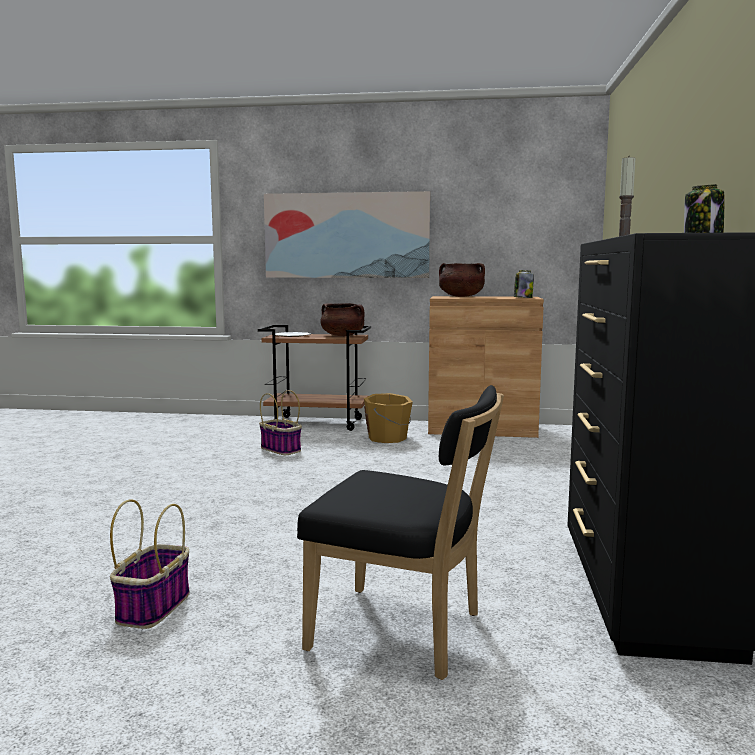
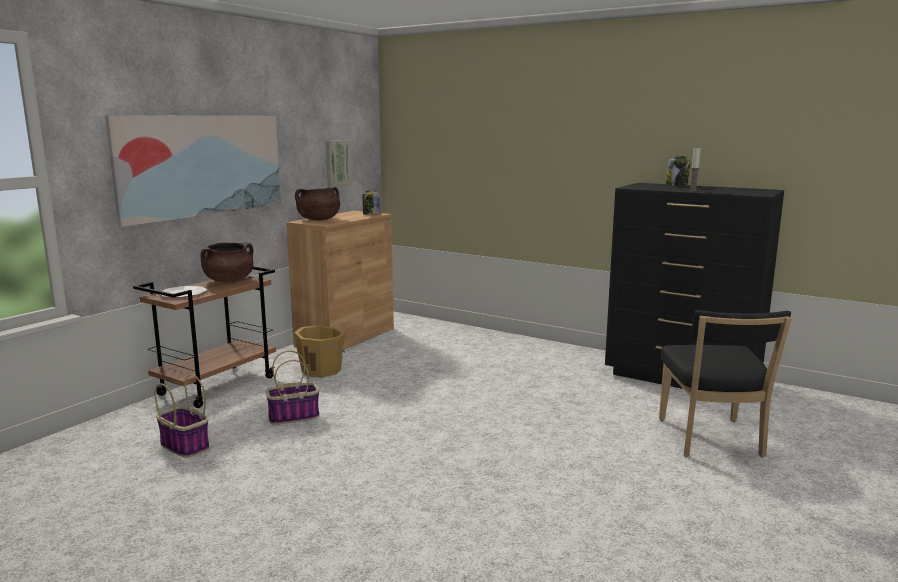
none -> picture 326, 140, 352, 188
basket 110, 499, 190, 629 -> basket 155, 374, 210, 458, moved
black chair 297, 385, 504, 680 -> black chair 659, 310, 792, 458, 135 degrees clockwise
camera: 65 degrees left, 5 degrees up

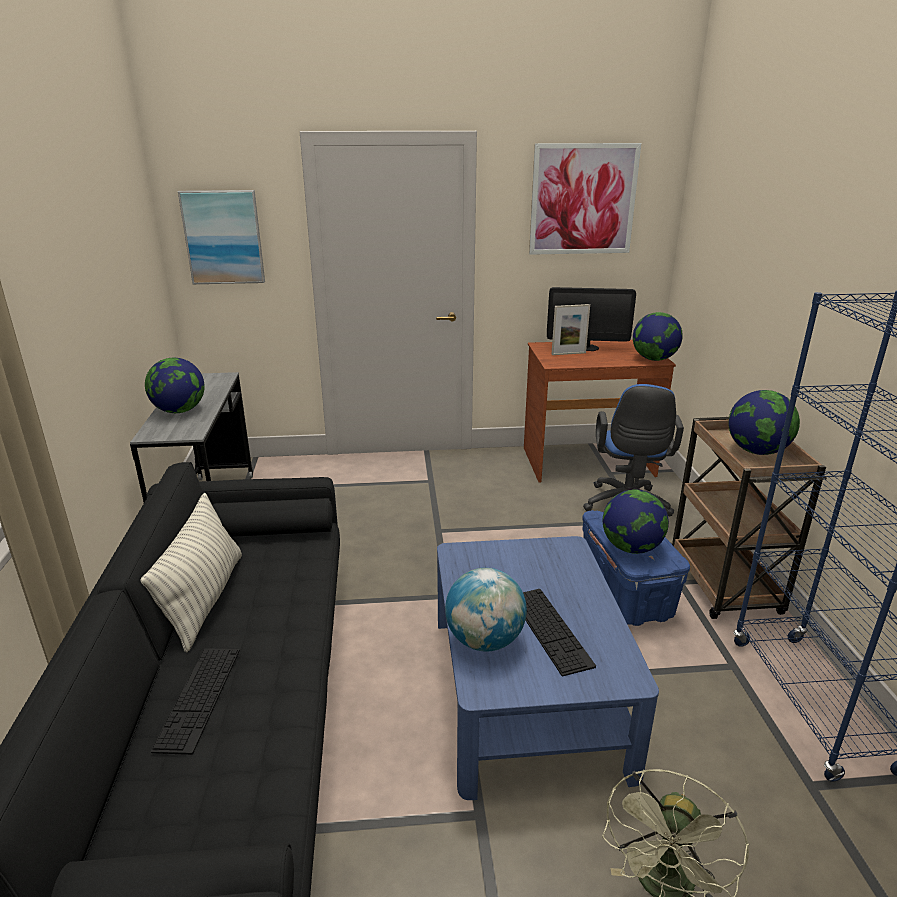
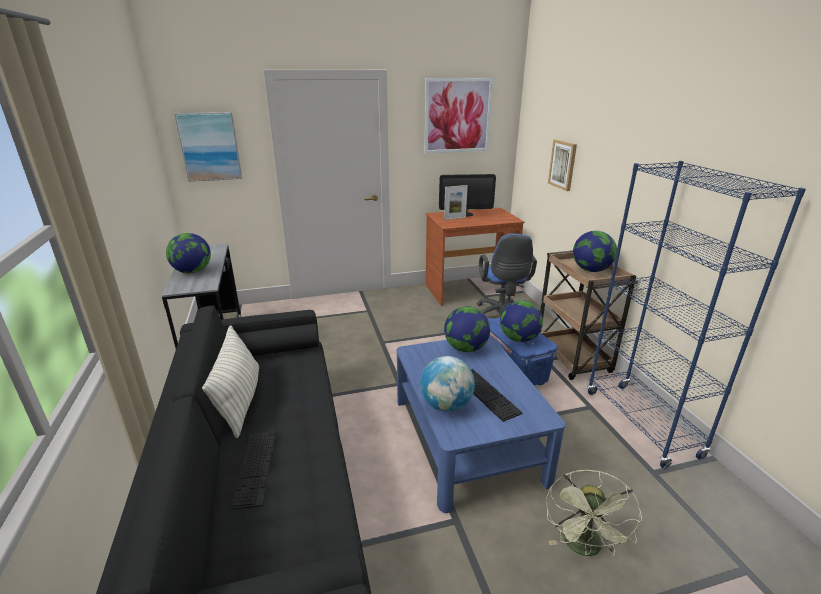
none -> picture 548, 139, 577, 191
globe 633, 312, 683, 361 -> globe 444, 306, 490, 352, moved
camera: 10 degrees left, 0 degrees up

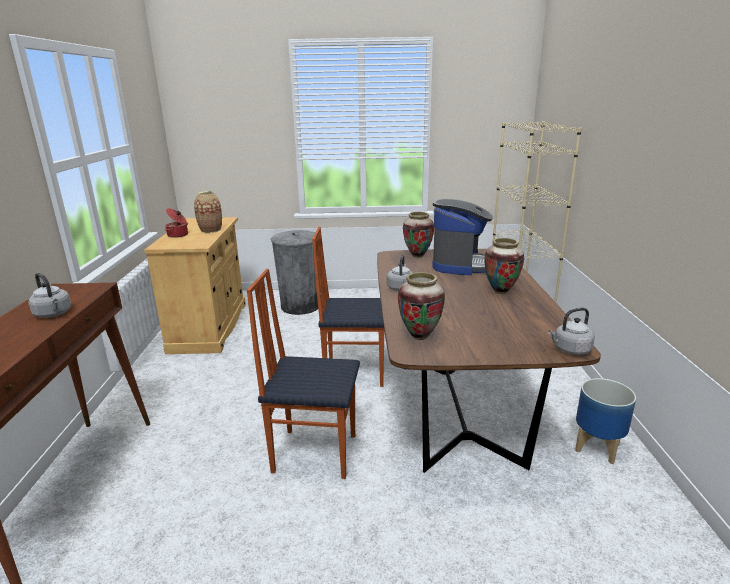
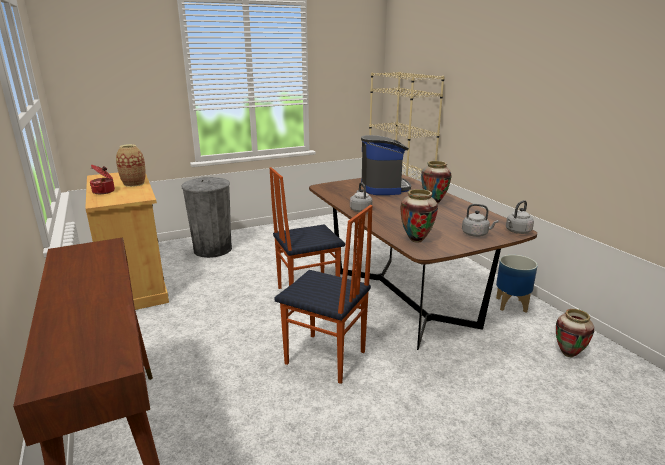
grey kettle 28, 273, 71, 318 -> grey kettle 462, 204, 498, 237, moved
vase 403, 212, 434, 258 -> vase 556, 309, 594, 357, moved
chair 247, 269, 360, 479 -> chair 274, 205, 372, 384, 135 degrees counterclockwise
camera: 25 degrees left, 0 degrees up

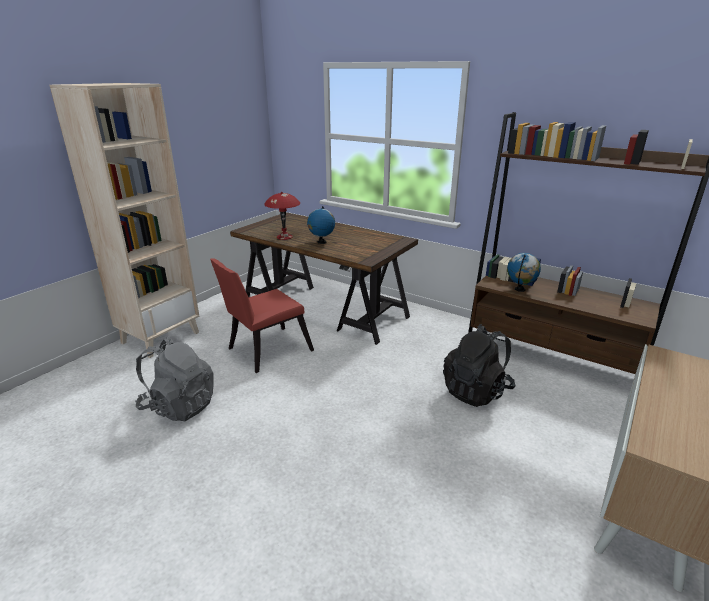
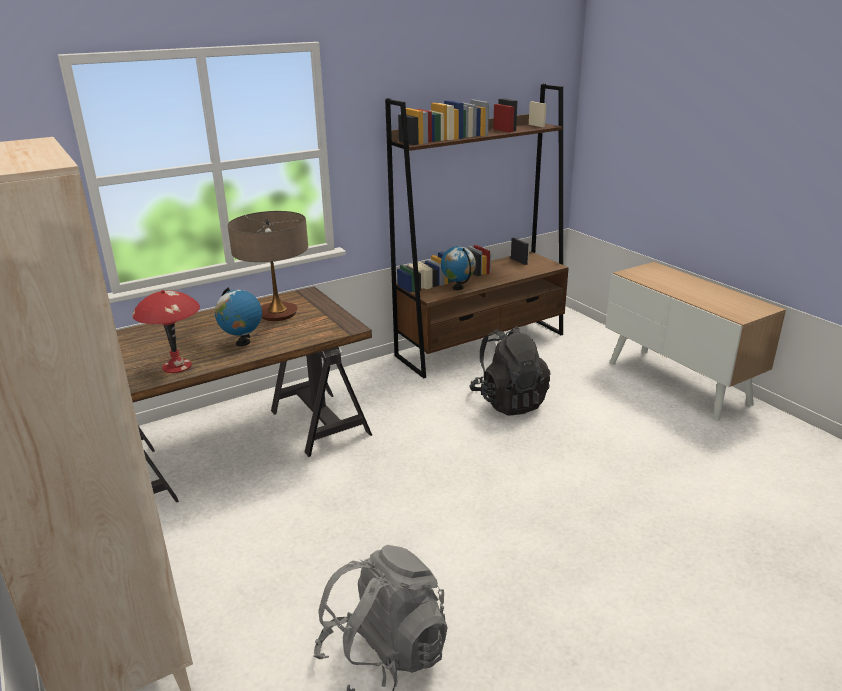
red chair 210, 258, 314, 373 -> none
none -> table lamp 228, 211, 308, 321
camera: 65 degrees left, 0 degrees up

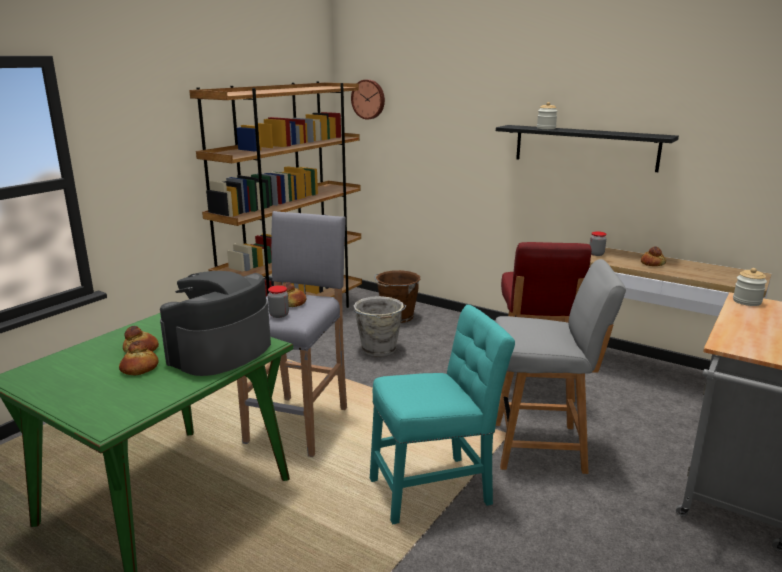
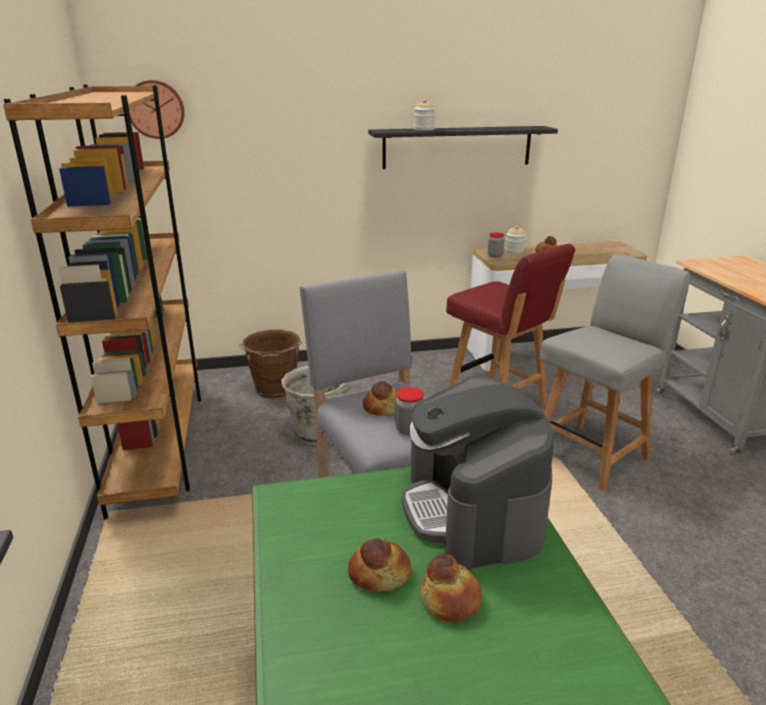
turquoise chair 370, 305, 515, 524 -> none
jar 733, 268, 767, 306 -> jar 505, 226, 526, 254, moved
camera: 45 degrees left, 5 degrees up

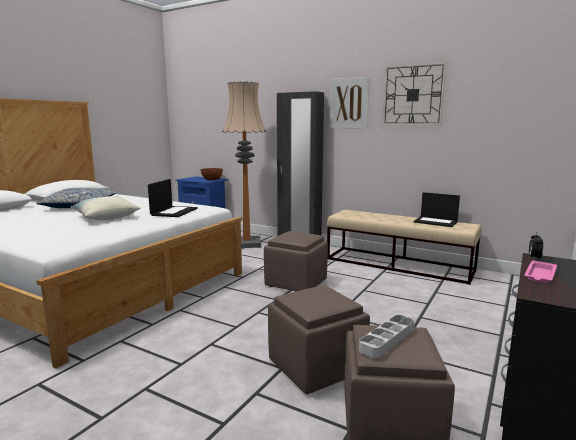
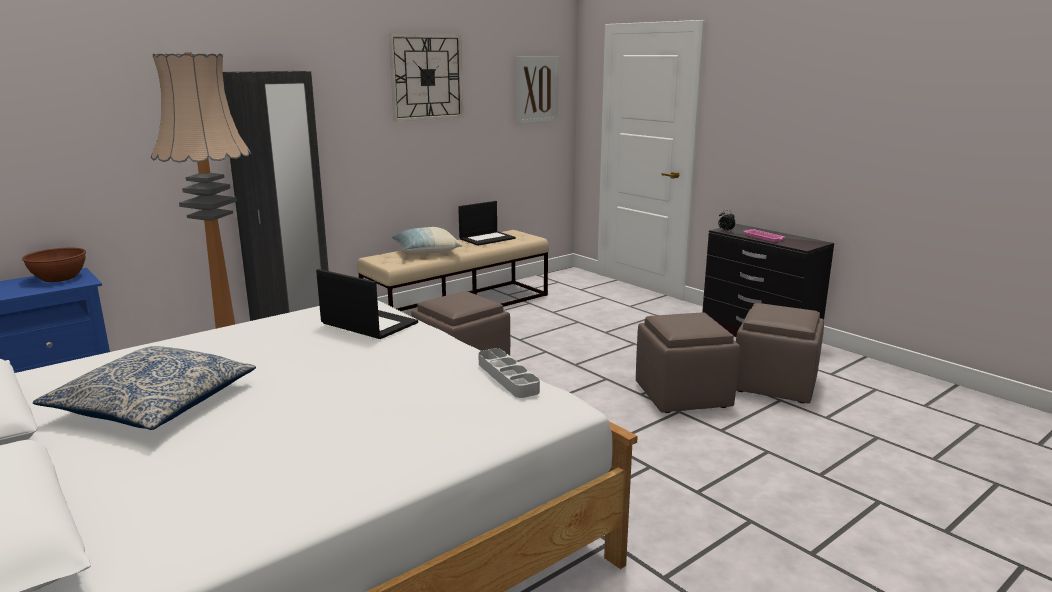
pillow 71, 196, 141, 220 -> pillow 391, 227, 463, 254, moved
picture 330, 77, 370, 129 -> picture 516, 56, 559, 124, moved
grey tray 359, 315, 414, 358 -> grey tray 478, 348, 540, 398, moved
camera: 70 degrees left, 5 degrees up

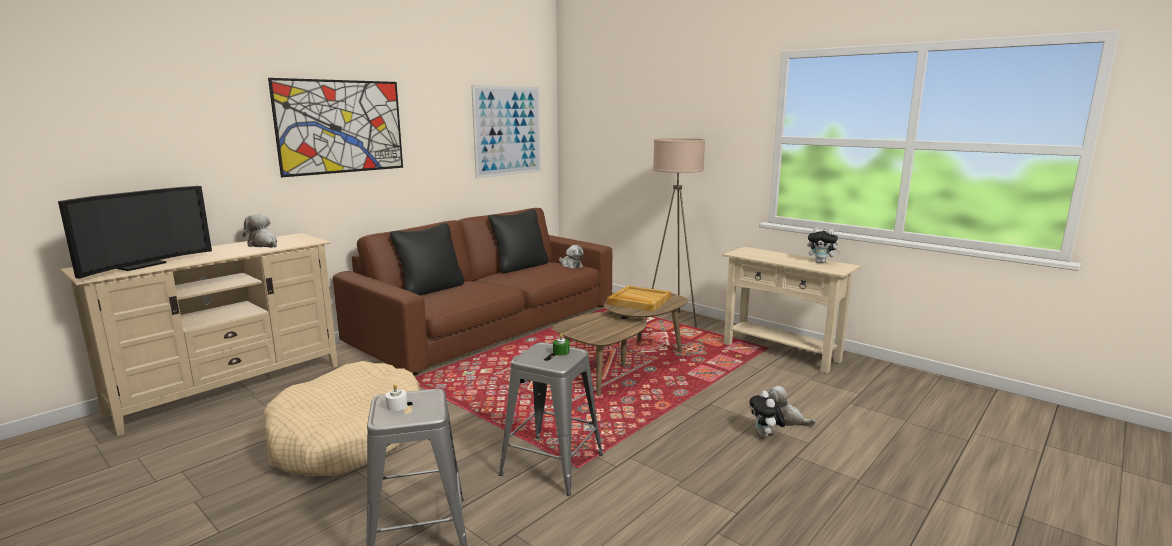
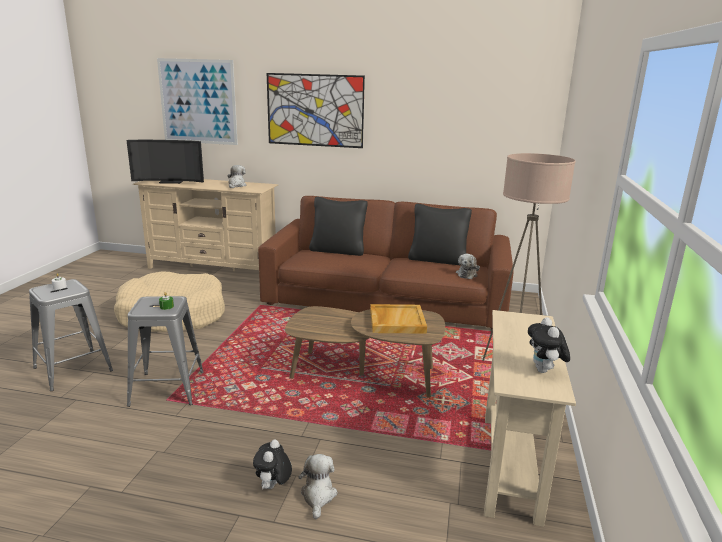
picture 471, 85, 541, 178 -> picture 157, 58, 238, 145, moved
plush toy 749, 391, 785, 437 -> plush toy 253, 439, 292, 489, 45 degrees counterclockwise
camera: 60 degrees right, 5 degrees up

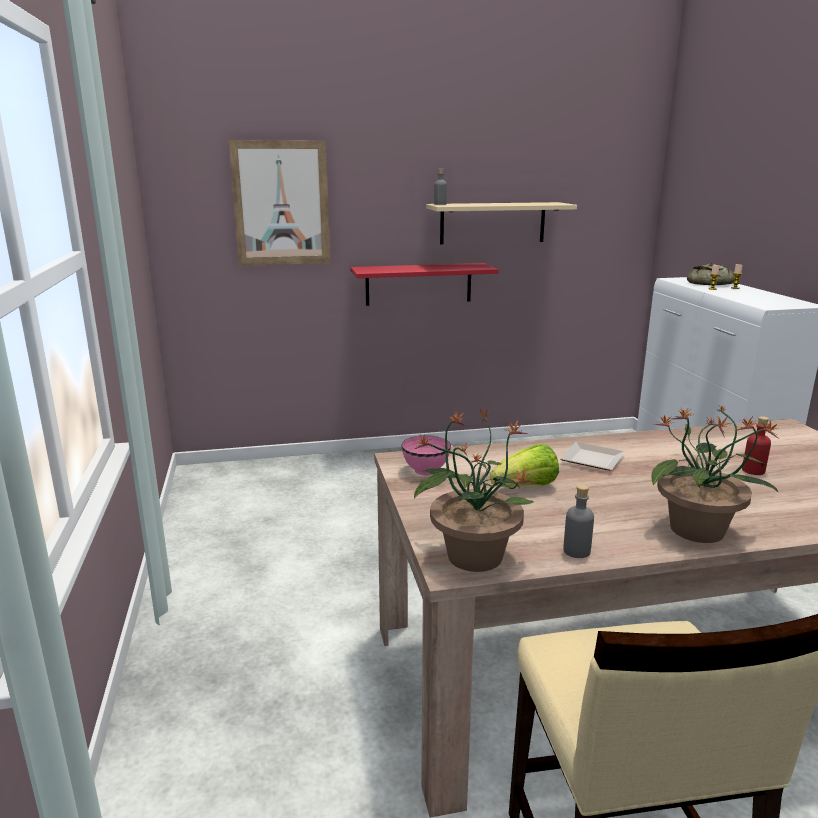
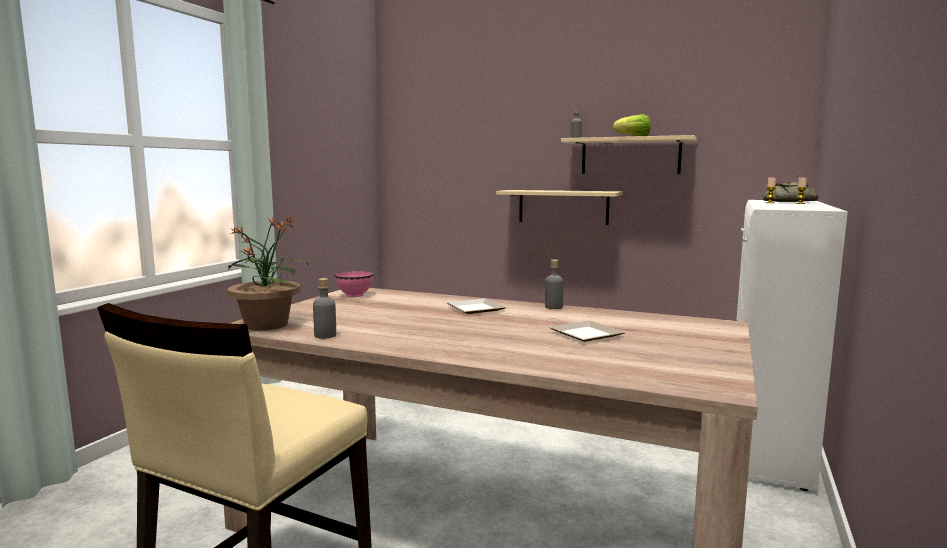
picture 229, 140, 330, 266 -> none
potted plant 651, 405, 779, 543 -> none
none -> grey bottle 545, 260, 563, 309
lettuce 490, 444, 559, 487 -> lettuce 613, 114, 651, 136, moved
red bottle 742, 416, 771, 475 -> plate 549, 321, 625, 342
red shelf 351, 263, 499, 306 -> beige shelf 496, 190, 623, 225
camera: 35 degrees right, 10 degrees down

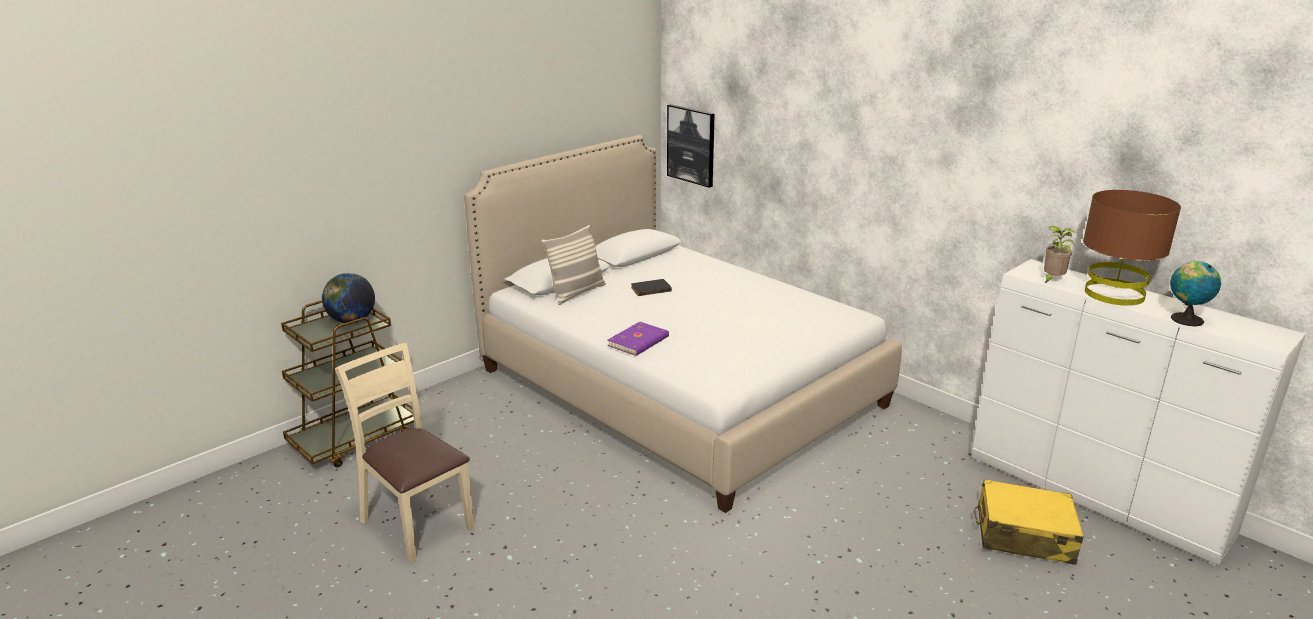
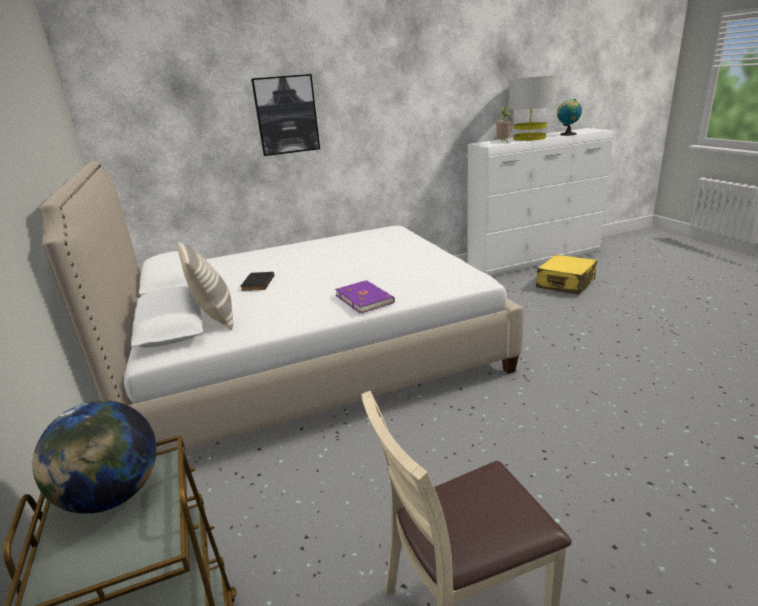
picture 667, 104, 715, 188 -> picture 251, 74, 320, 156, moved
brown table lamp 1083, 190, 1181, 306 -> grey table lamp 508, 76, 557, 141
camera: 65 degrees left, 0 degrees up

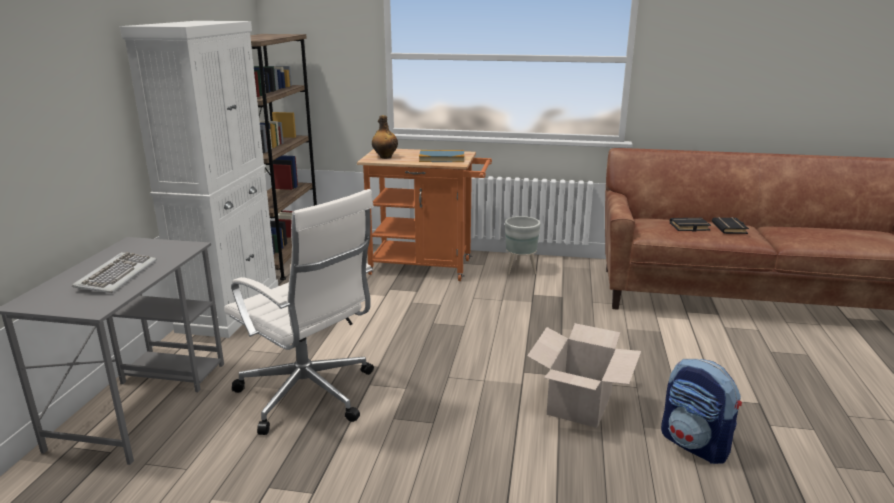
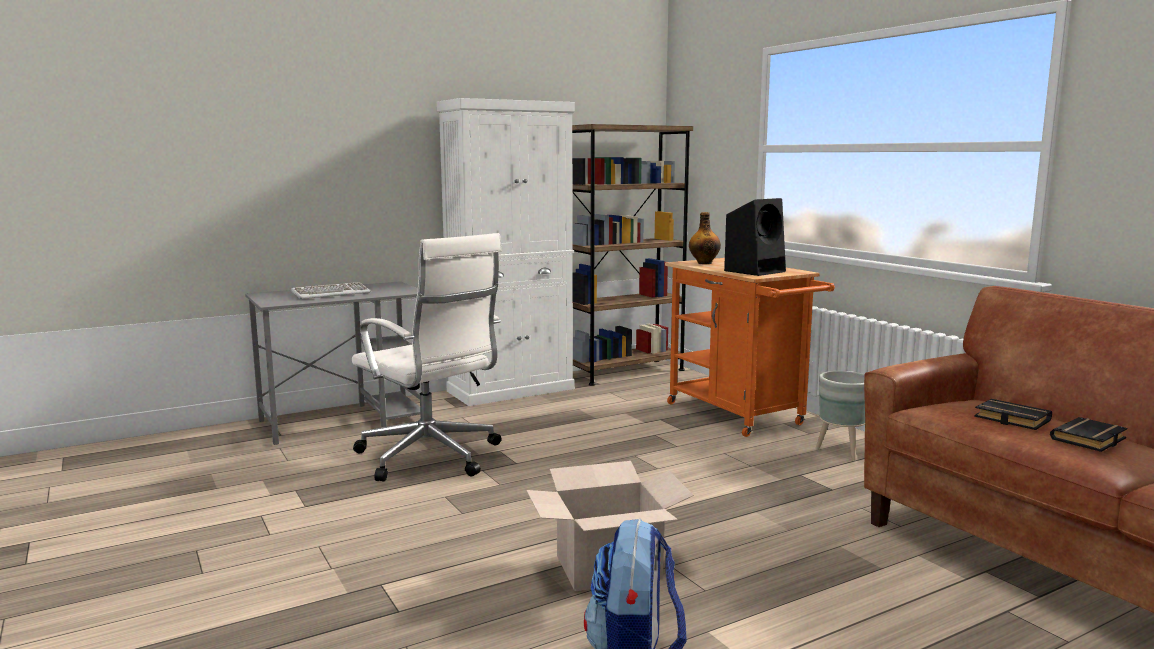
book 419, 150, 464, 162 -> black speaker 724, 198, 786, 276
white office chair 224, 189, 374, 435 -> white office chair 352, 233, 502, 482, 45 degrees counterclockwise
camera: 50 degrees right, 10 degrees down

